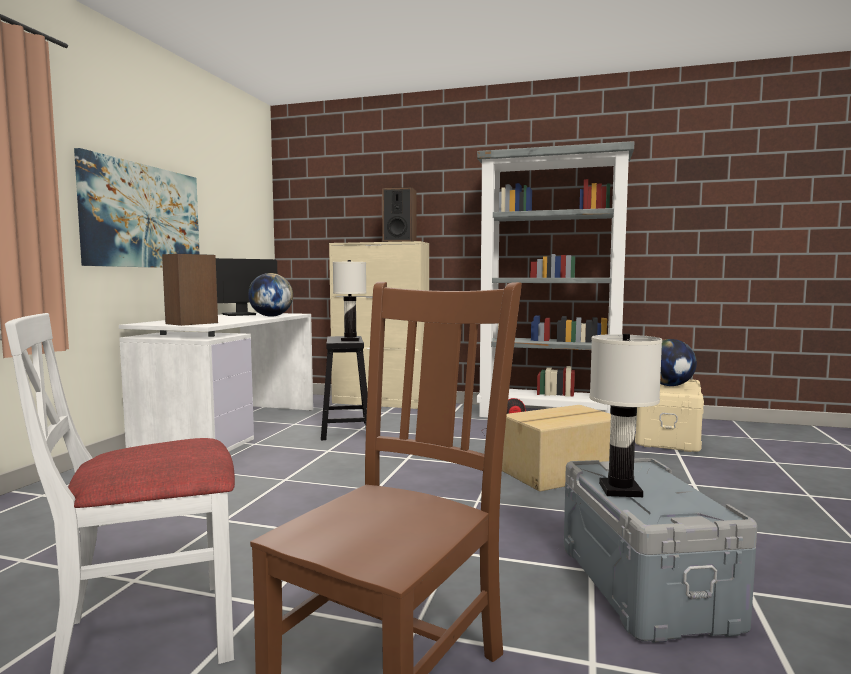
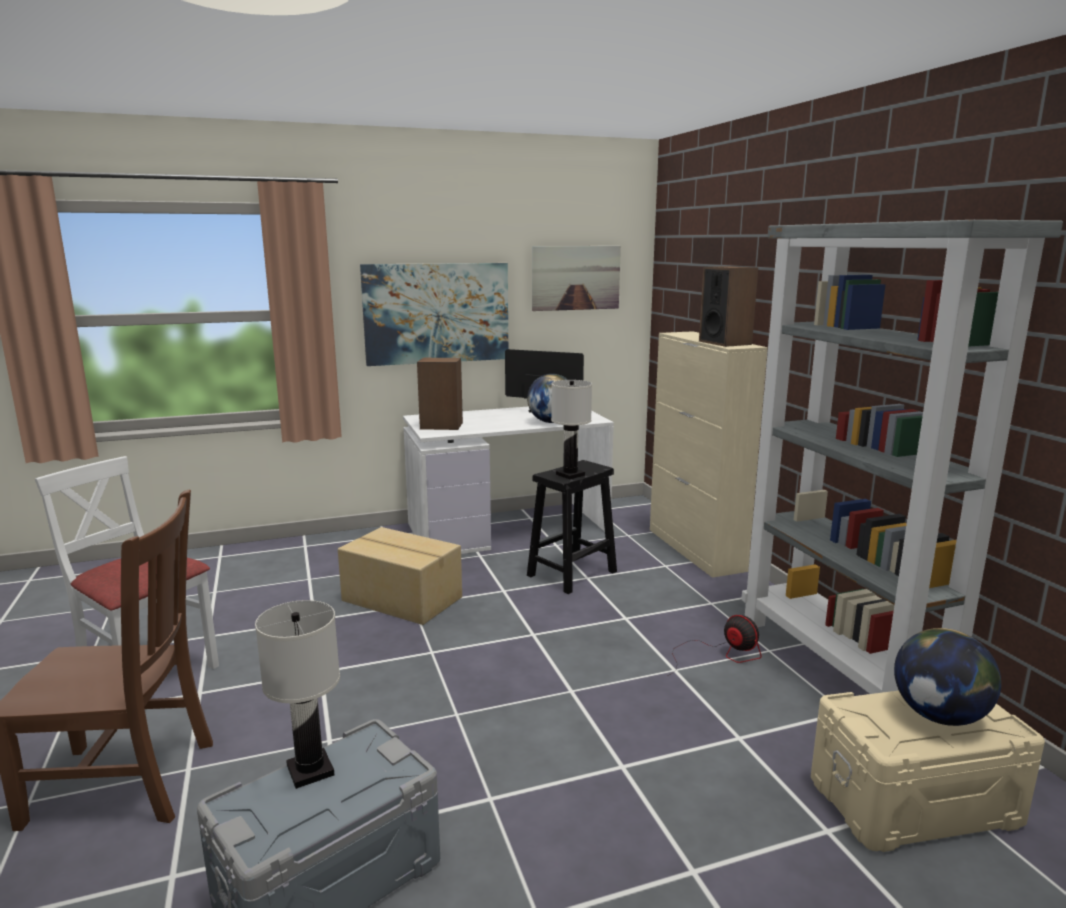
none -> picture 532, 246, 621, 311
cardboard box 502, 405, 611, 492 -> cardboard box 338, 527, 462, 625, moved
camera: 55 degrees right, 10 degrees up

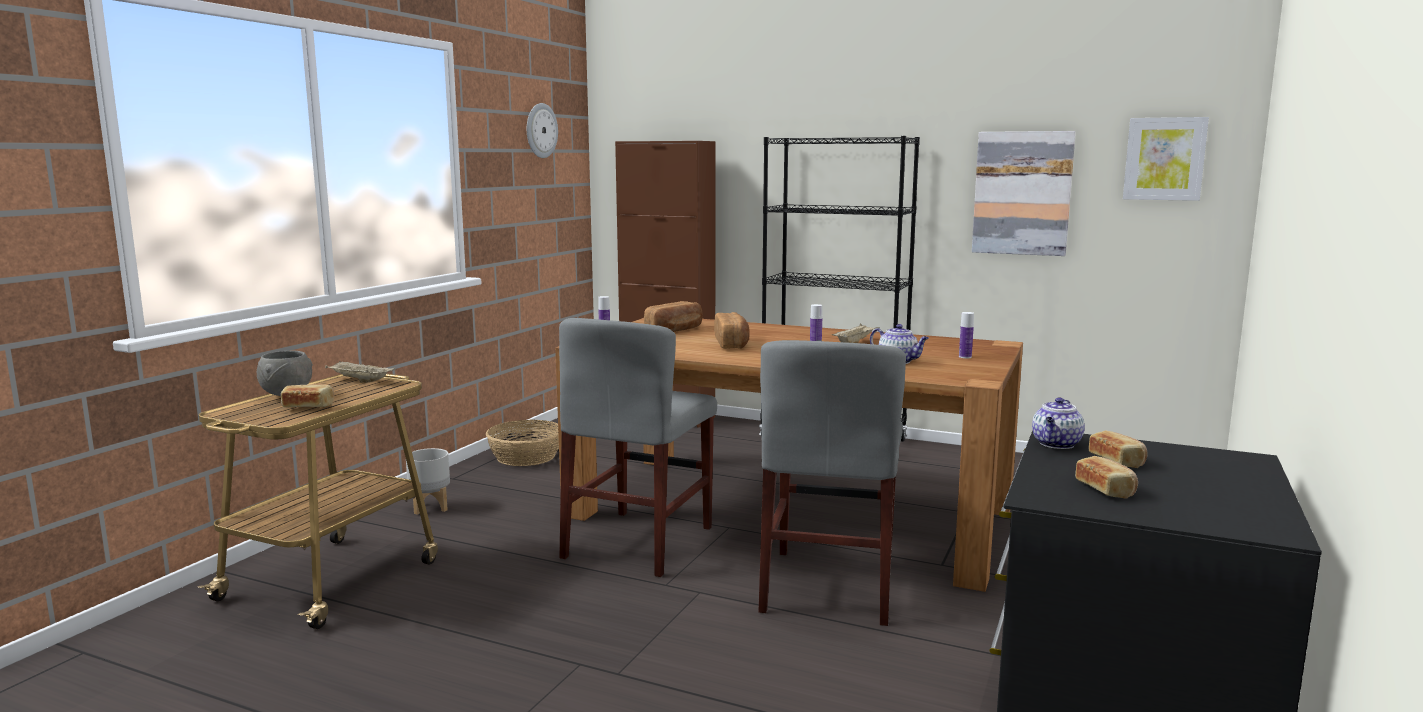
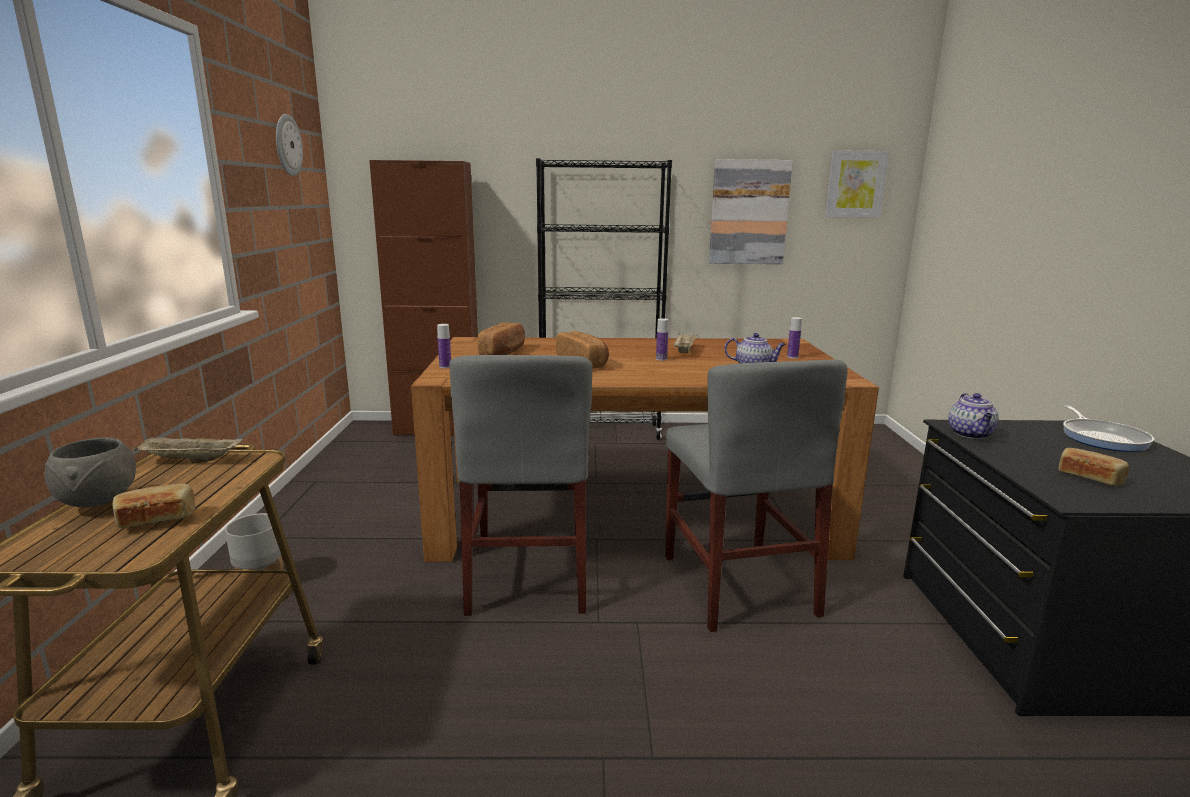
basket 486, 420, 559, 466 -> none
bread 1089, 430, 1148, 468 -> none
none -> frying pan 1063, 405, 1154, 452
camera: 25 degrees left, 5 degrees up

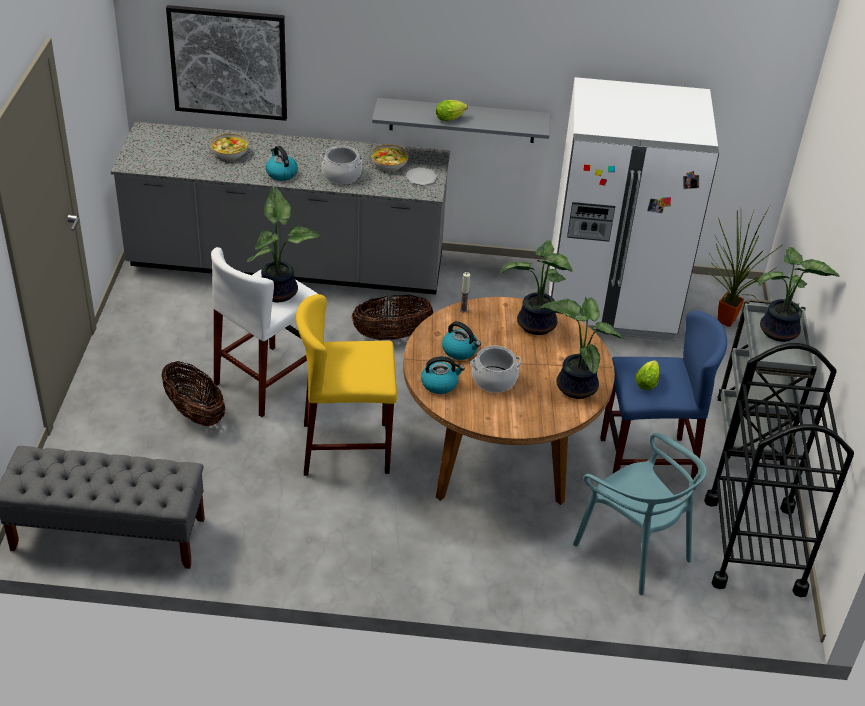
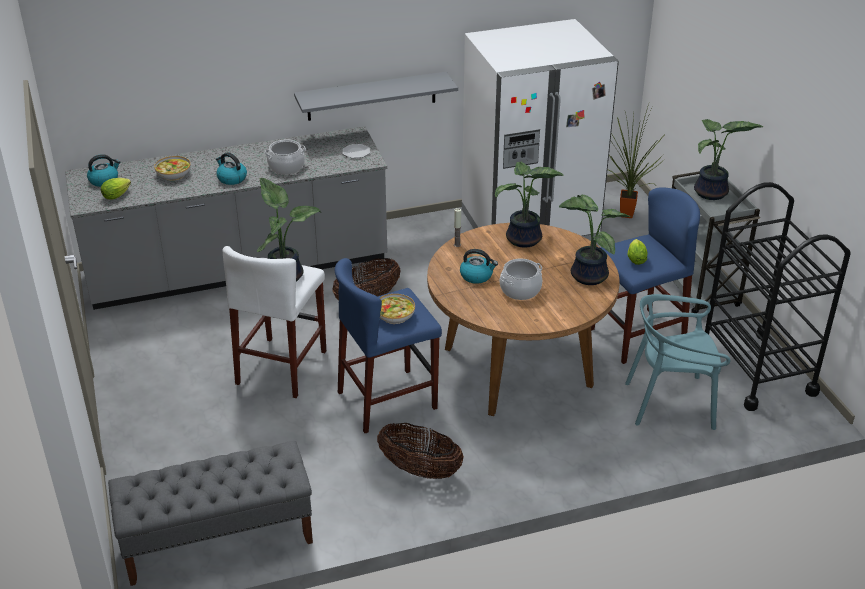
picture 166, 5, 287, 121 -> none
basket 161, 361, 225, 426 -> basket 377, 423, 464, 479, moved
bowl 371, 144, 408, 171 -> bowl 380, 294, 415, 324, moved
kettle 421, 356, 465, 394 -> kettle 87, 154, 120, 187, moved
lettuce 436, 100, 468, 121 -> lettuce 101, 178, 131, 200, moved
yellow stool 296, 294, 397, 476 -> blue stool 335, 258, 442, 433
turquoise chair 573, 433, 707, 595 -> turquoise chair 625, 294, 730, 430, 150 degrees clockwise
camera: 20 degrees left, 5 degrees down

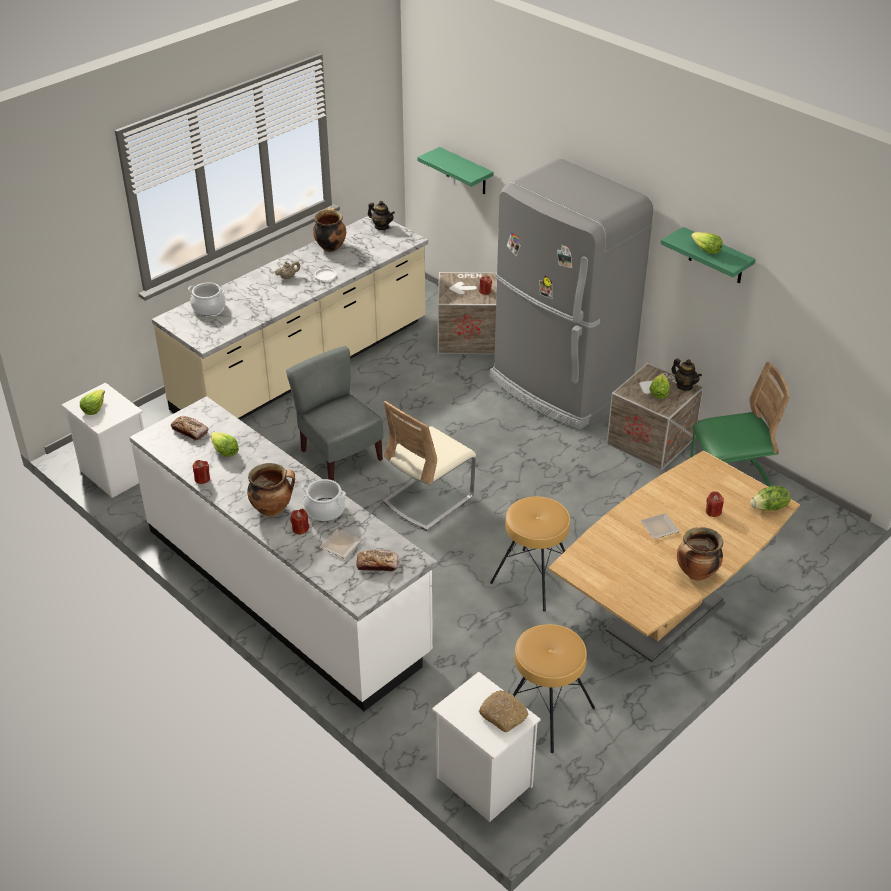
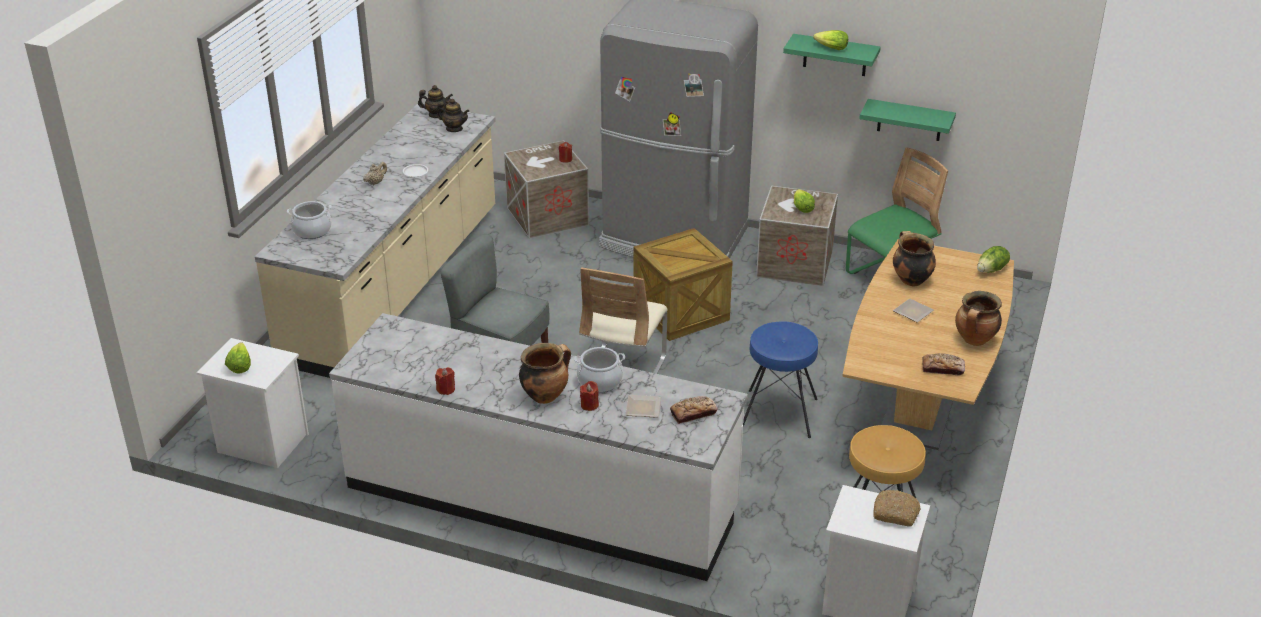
lettuce 211, 432, 239, 457 -> none
red candle 706, 491, 724, 517 -> none
none -> crate 633, 228, 733, 341
bread 171, 416, 208, 440 -> bread 922, 353, 965, 376, moved
cooking pot 313, 207, 346, 252 -> cooking pot 893, 231, 936, 286, moved
green shelf 418, 147, 494, 194 -> green shelf 859, 99, 956, 141, moved
teapot 671, 359, 702, 391 -> teapot 437, 99, 469, 132, moved
brown stool 490, 496, 570, 612 -> blue stool 743, 322, 818, 438
camera: 25 degrees left, 5 degrees down

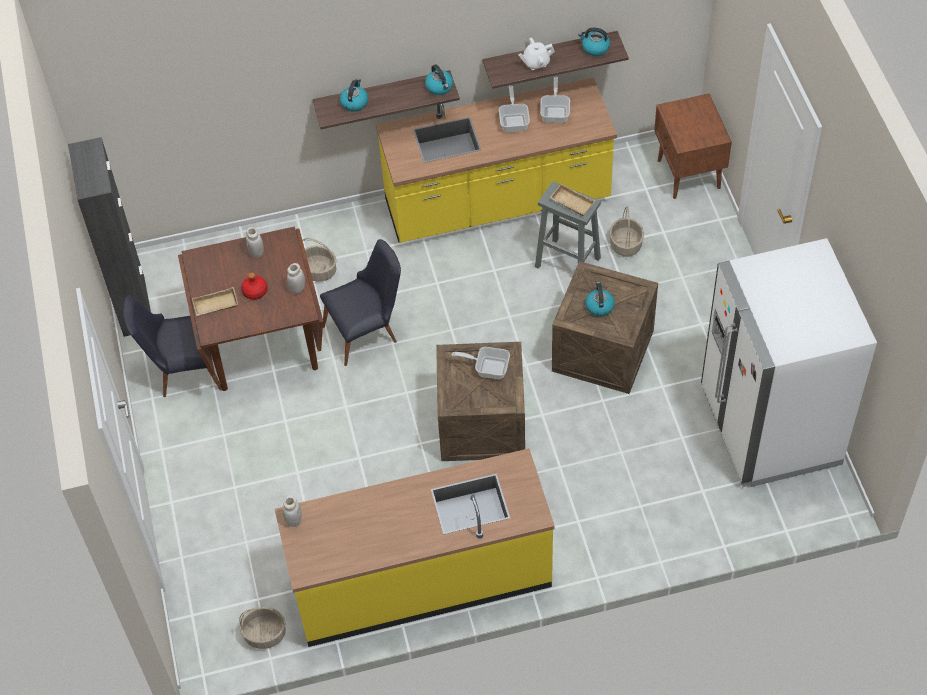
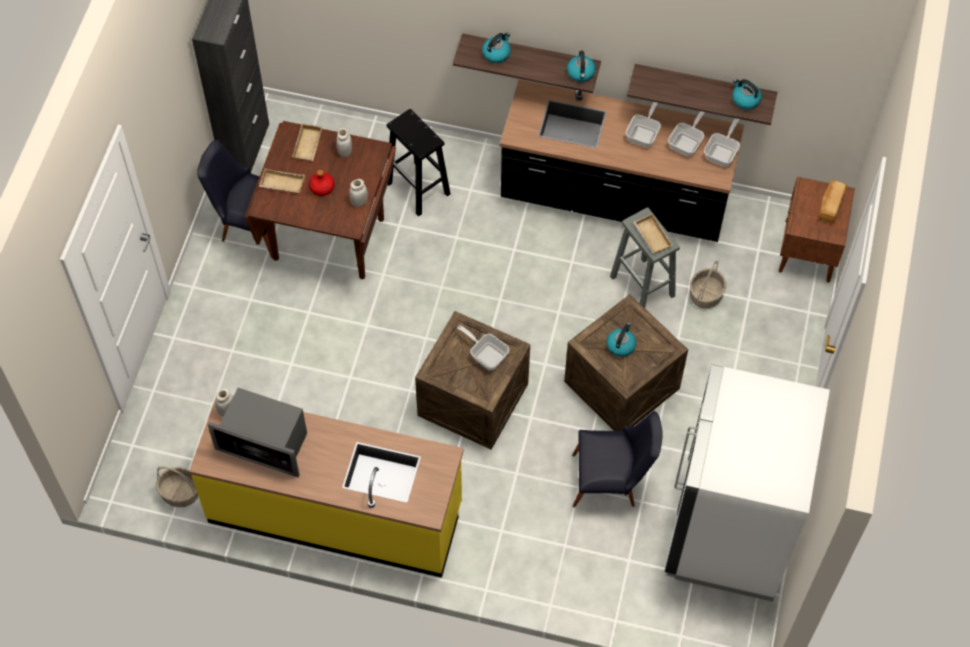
white teapot 518, 38, 555, 70 -> none
none -> microwave 207, 388, 307, 477
none -> beige tray 292, 123, 323, 161
none -> frying pan 704, 118, 740, 167
none -> bread 818, 180, 847, 224
black chair 320, 239, 401, 366 -> black chair 572, 411, 663, 507, moved
basket 302, 238, 337, 282 -> black stool 387, 109, 450, 216
yellow counter 376, 77, 617, 243 -> black counter 500, 80, 744, 242
camera: 25 degrees right, 5 degrees up

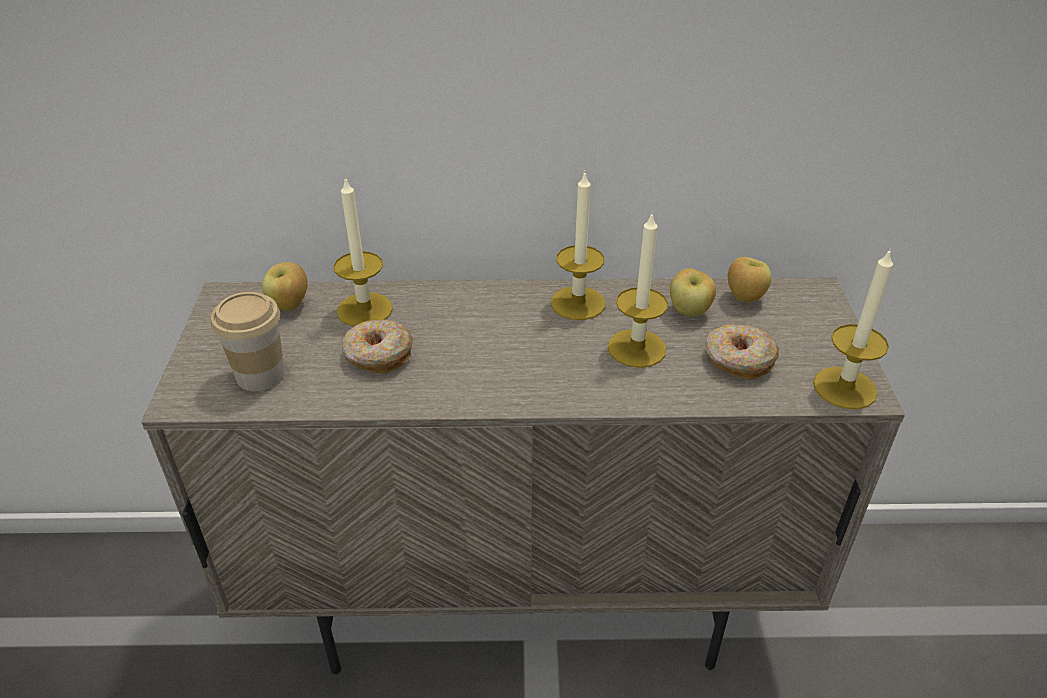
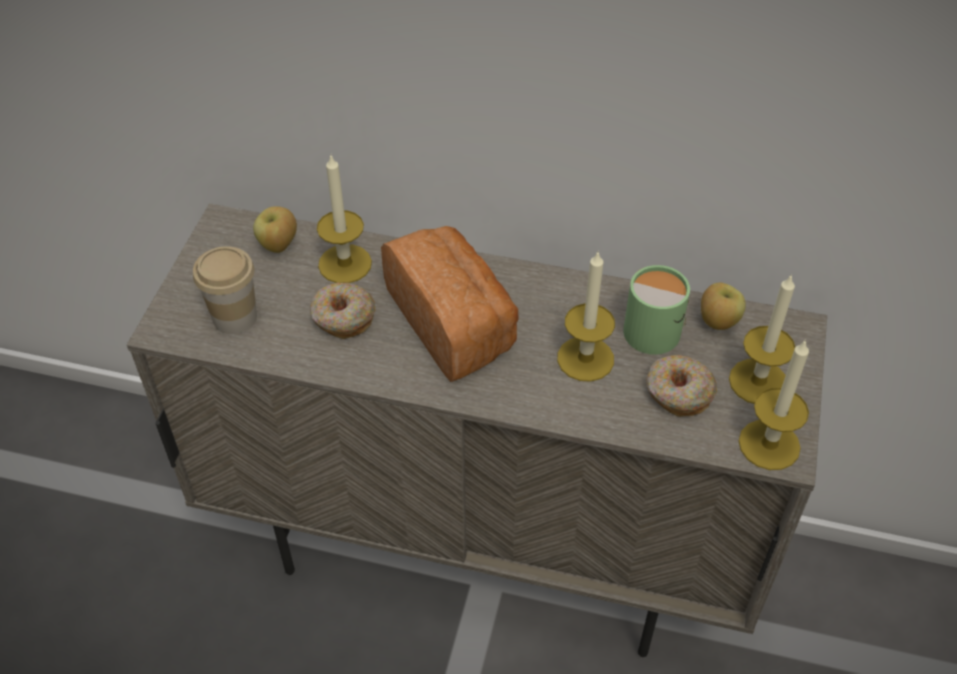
none -> bread 381, 226, 518, 382
candle 551, 170, 605, 320 -> candle 729, 274, 795, 404, moved
apple 670, 268, 716, 317 -> green mug 623, 265, 690, 355
camera: 15 degrees right, 10 degrees up

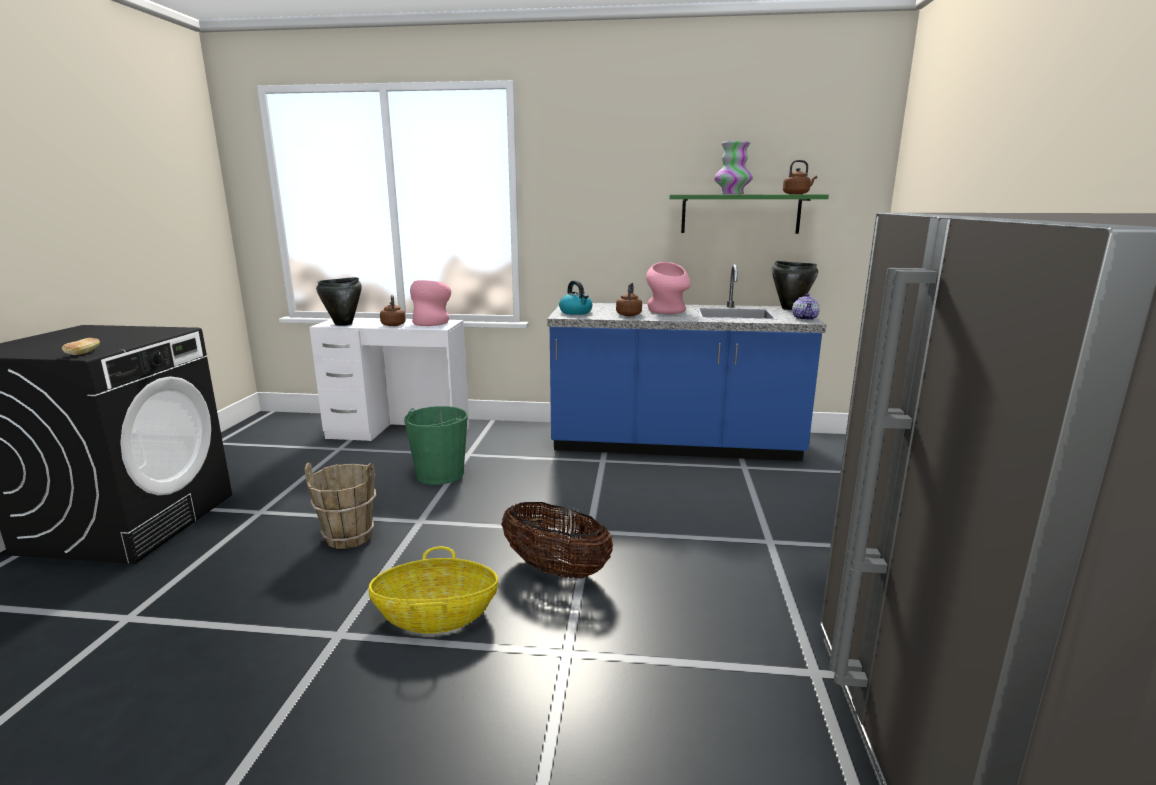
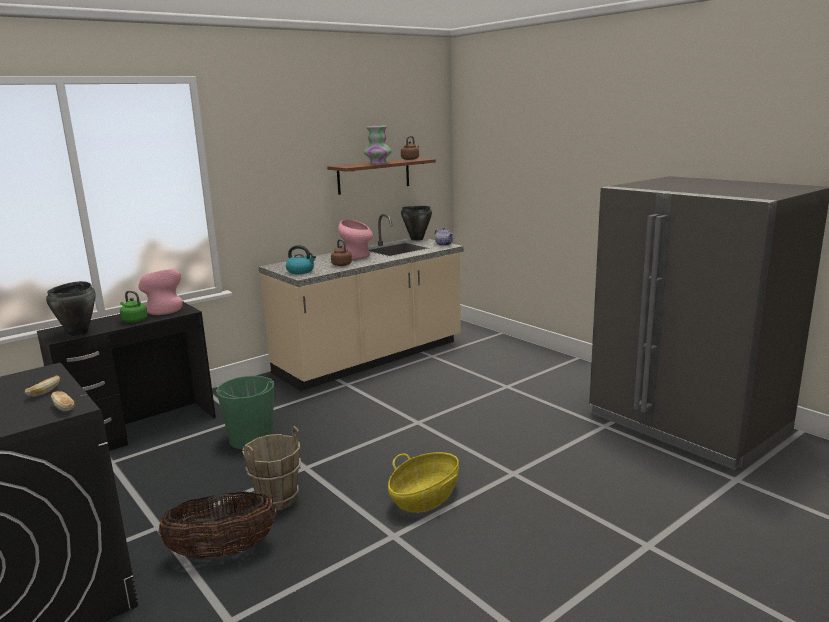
none -> bread 25, 375, 60, 396
basket 501, 502, 613, 579 -> basket 158, 491, 276, 559, moved
white desk 309, 318, 469, 441 -> black desk 37, 302, 216, 451
brown kettle 380, 295, 406, 326 -> green kettle 120, 291, 148, 323
blue counter 547, 264, 826, 461 -> beige counter 259, 214, 464, 391
green shelf 669, 195, 829, 234 -> brown shelf 327, 158, 436, 195
camera: 45 degrees left, 0 degrees up

